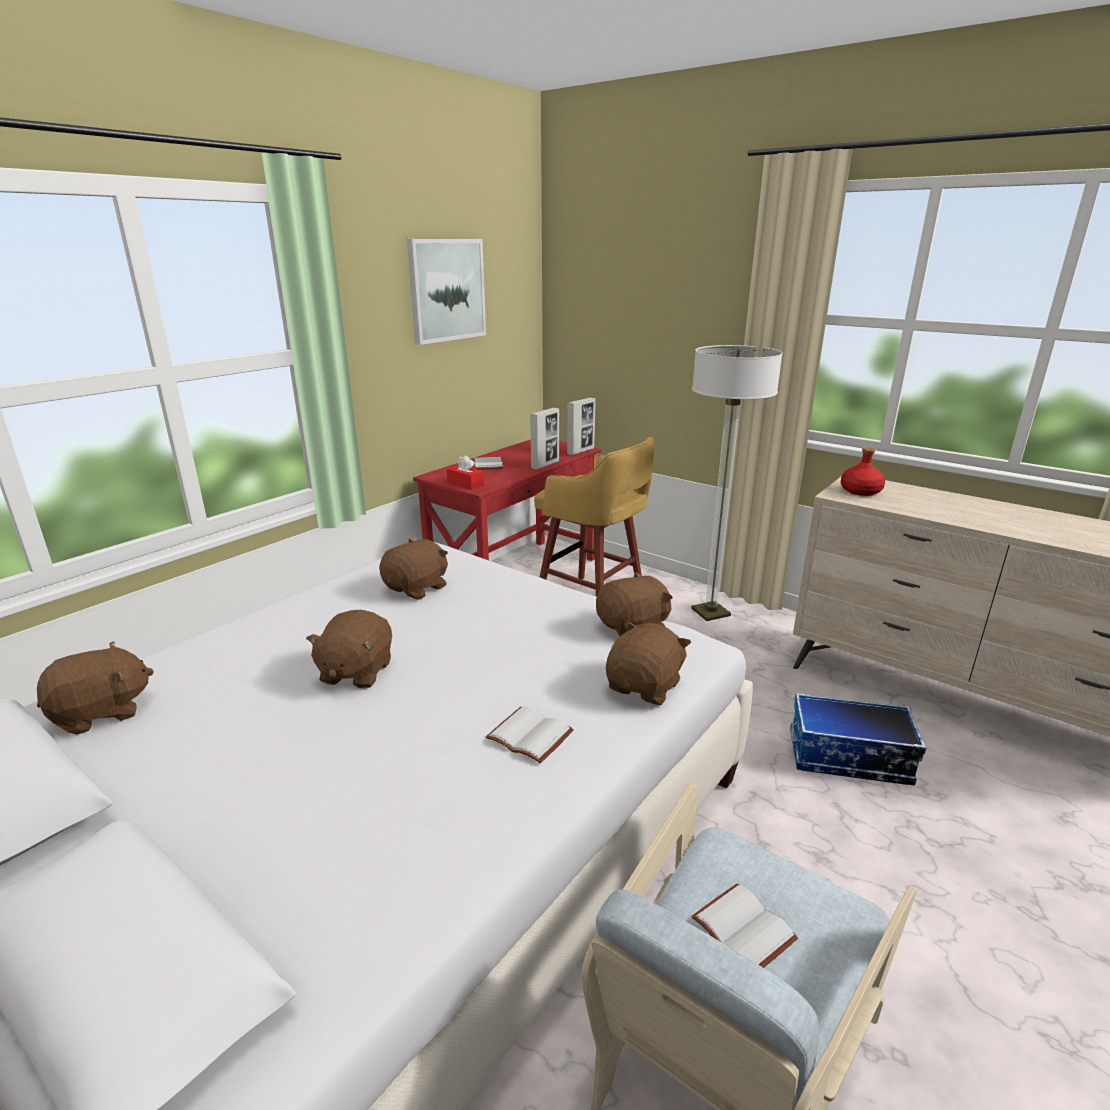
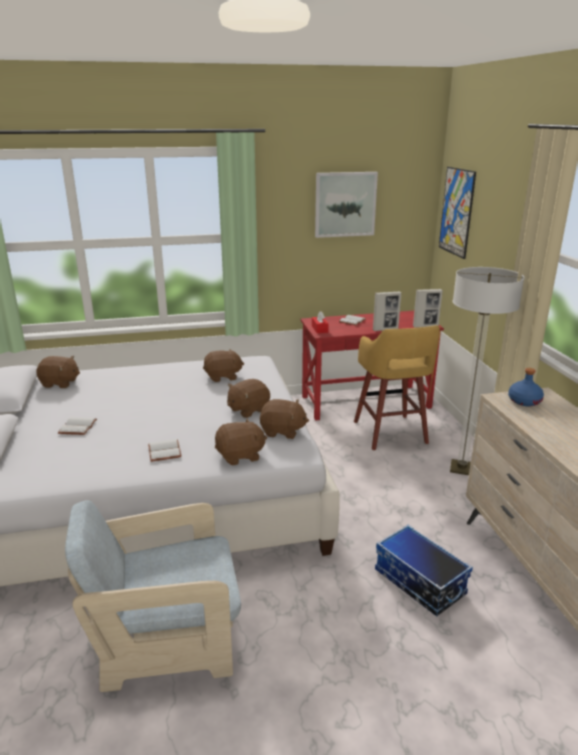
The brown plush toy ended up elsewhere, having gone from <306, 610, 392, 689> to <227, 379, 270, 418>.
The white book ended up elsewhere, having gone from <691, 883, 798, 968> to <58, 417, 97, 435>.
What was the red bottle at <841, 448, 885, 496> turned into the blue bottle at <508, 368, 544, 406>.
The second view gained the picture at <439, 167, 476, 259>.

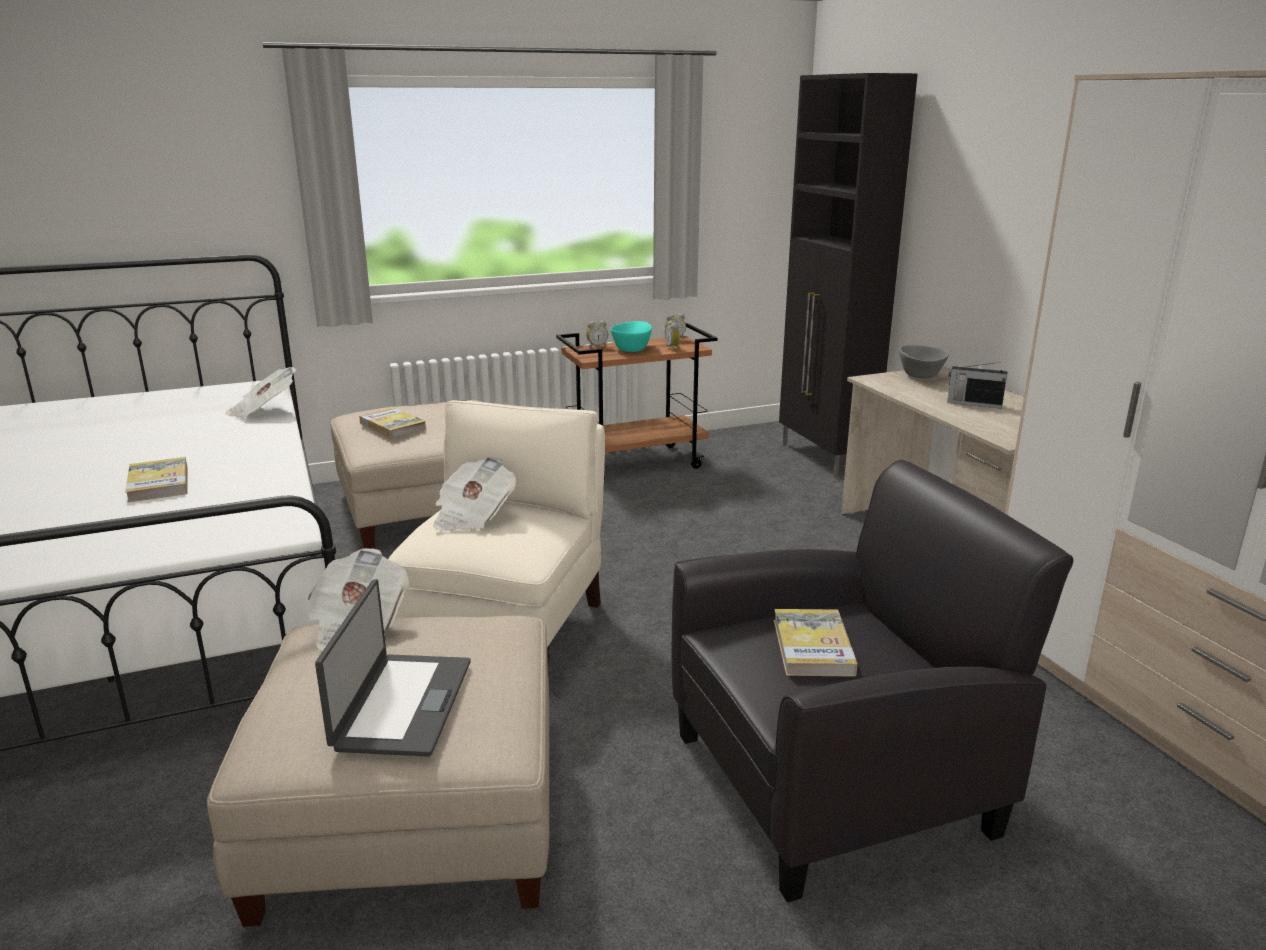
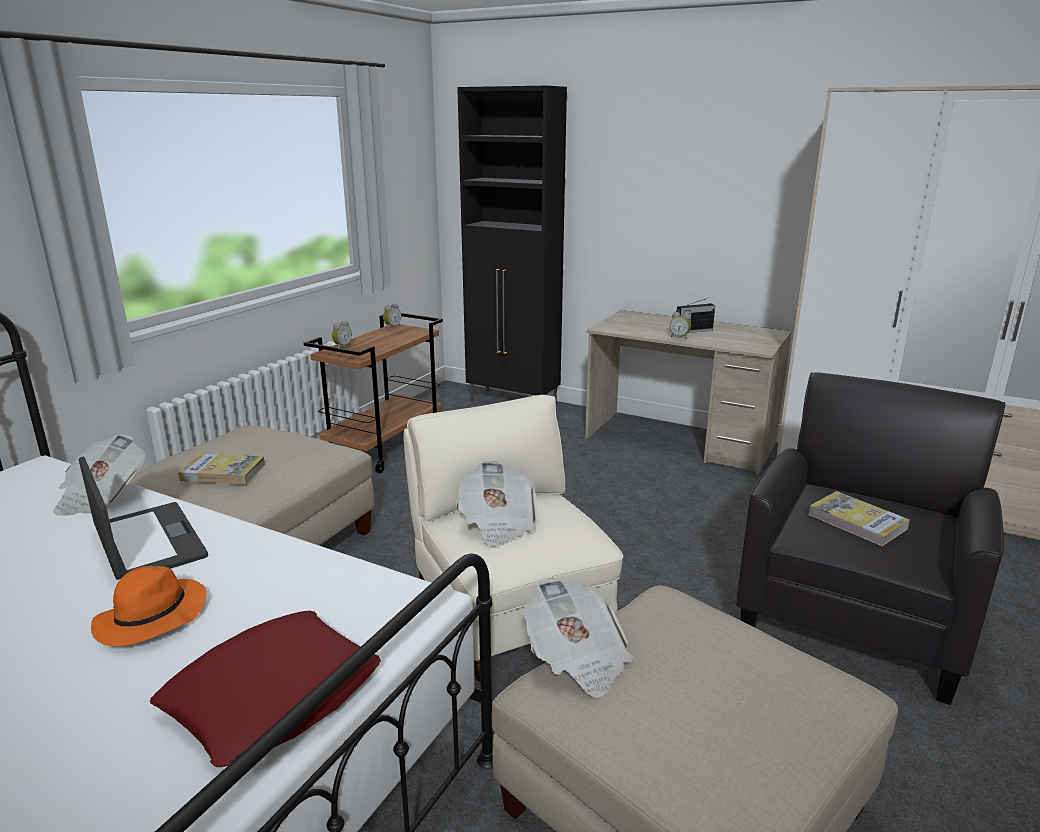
Where the book stood at <125, 457, 187, 503>, the orange hat came to stand at <91, 566, 206, 646>.
The laptop ended up elsewhere, having gone from <315, 579, 471, 757> to <79, 456, 208, 580>.
The second view lost the turquoise bowl at <611, 321, 652, 352>.
The alarm clock ended up elsewhere, having gone from <665, 321, 680, 351> to <670, 312, 691, 339>.
The second view lost the grey bowl at <899, 345, 949, 378>.
The second view gained the red pillow at <150, 610, 381, 767>.

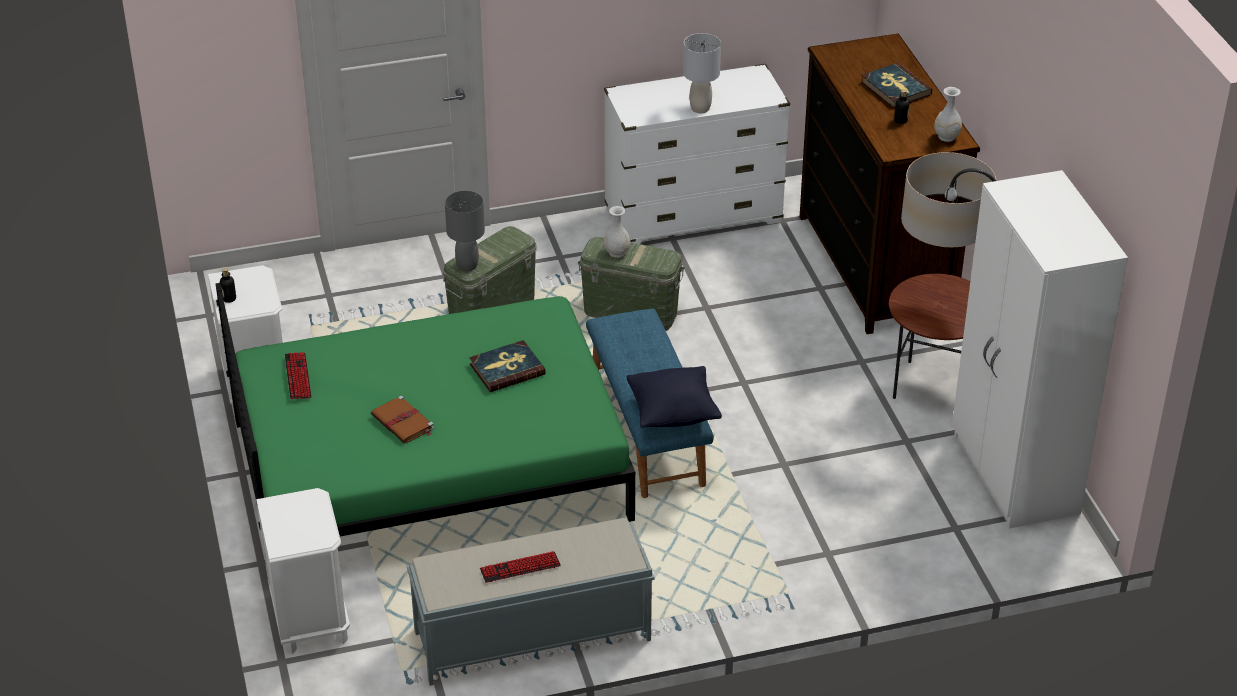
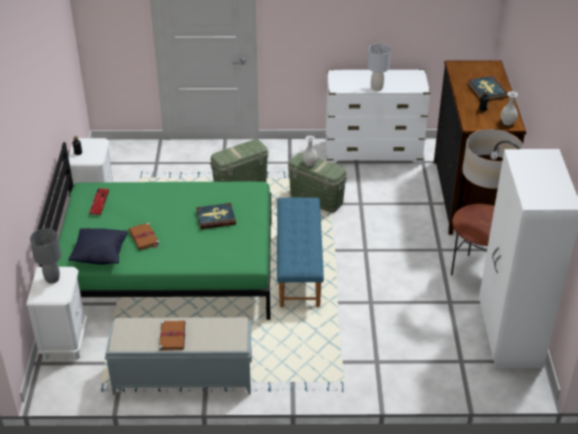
The grey table lamp ended up elsewhere, having gone from <445, 190, 485, 271> to <30, 229, 61, 284>.
Where the keyboard stood at <480, 551, 561, 583>, the brown book came to stand at <159, 321, 186, 351>.
The black pillow ended up elsewhere, having gone from <627, 366, 722, 428> to <68, 228, 128, 265>.

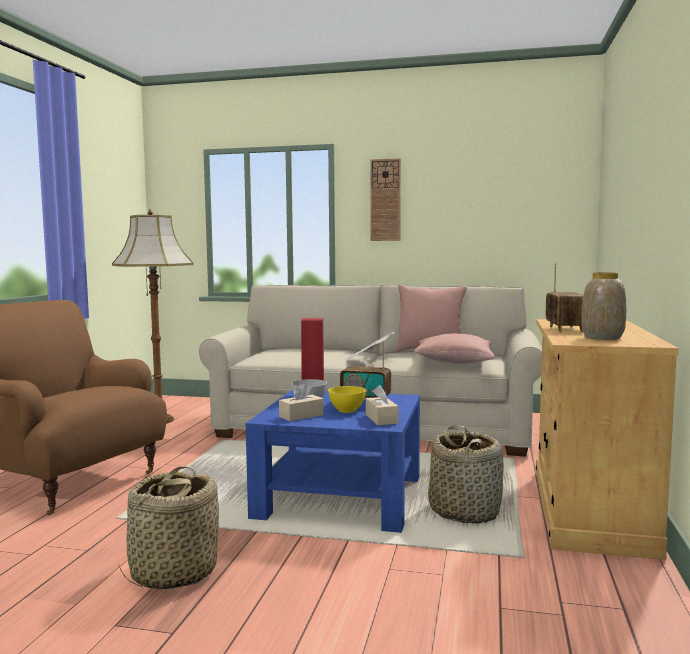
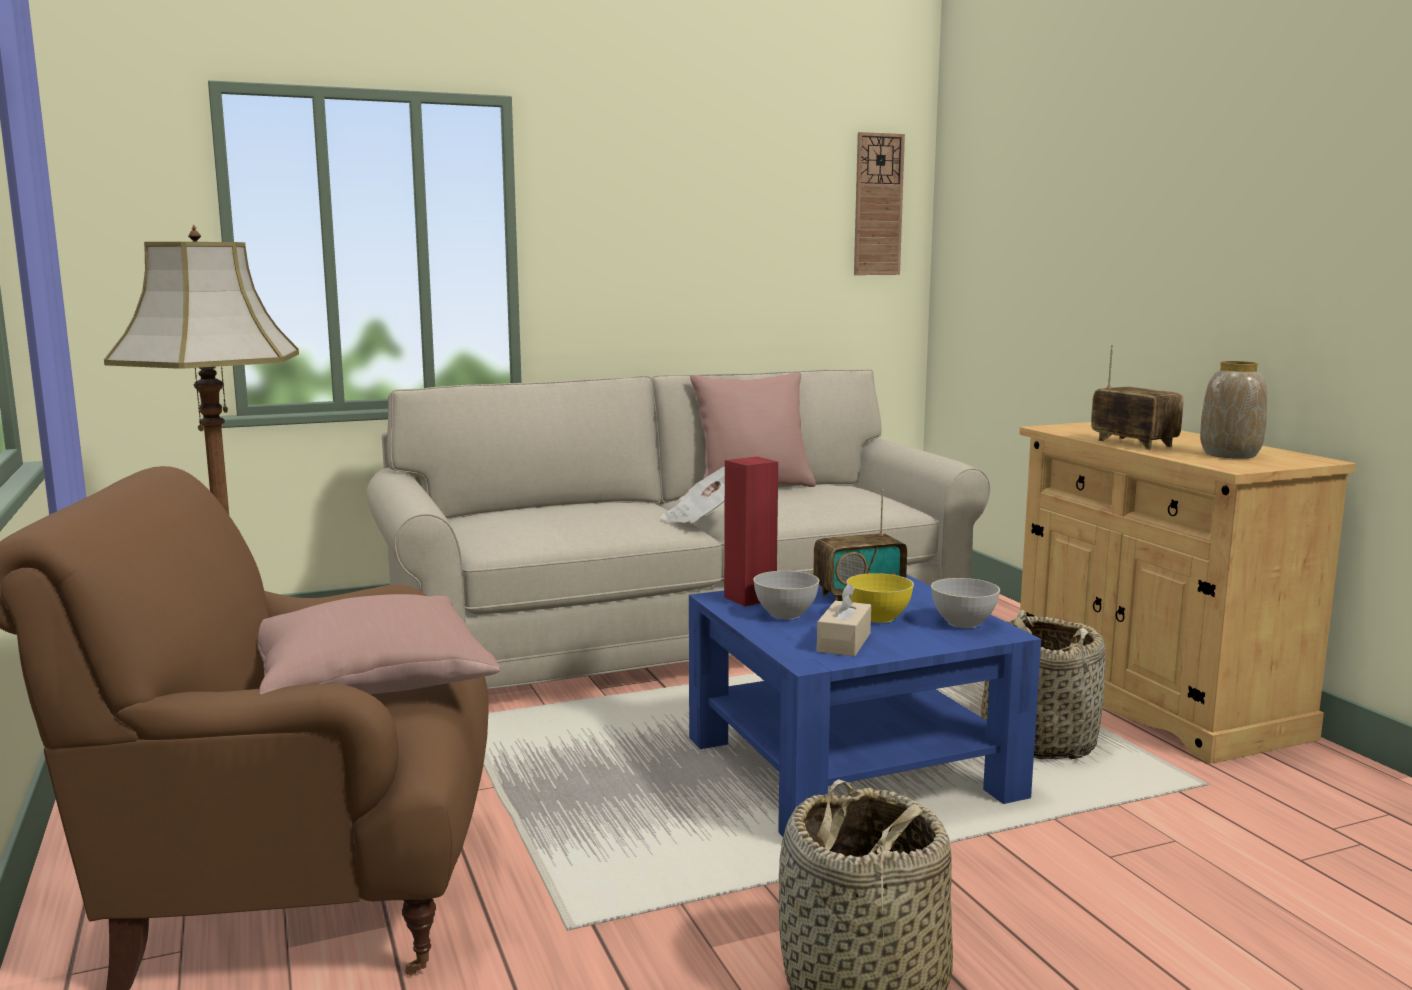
Where the beige tissue box stood at <366, 385, 399, 425>, the grey bowl came to stand at <931, 578, 1000, 628>.
The wall clock ended up elsewhere, having gone from <370, 158, 401, 241> to <854, 132, 905, 275>.
The pink pillow ended up elsewhere, having gone from <414, 333, 495, 363> to <258, 594, 501, 695>.

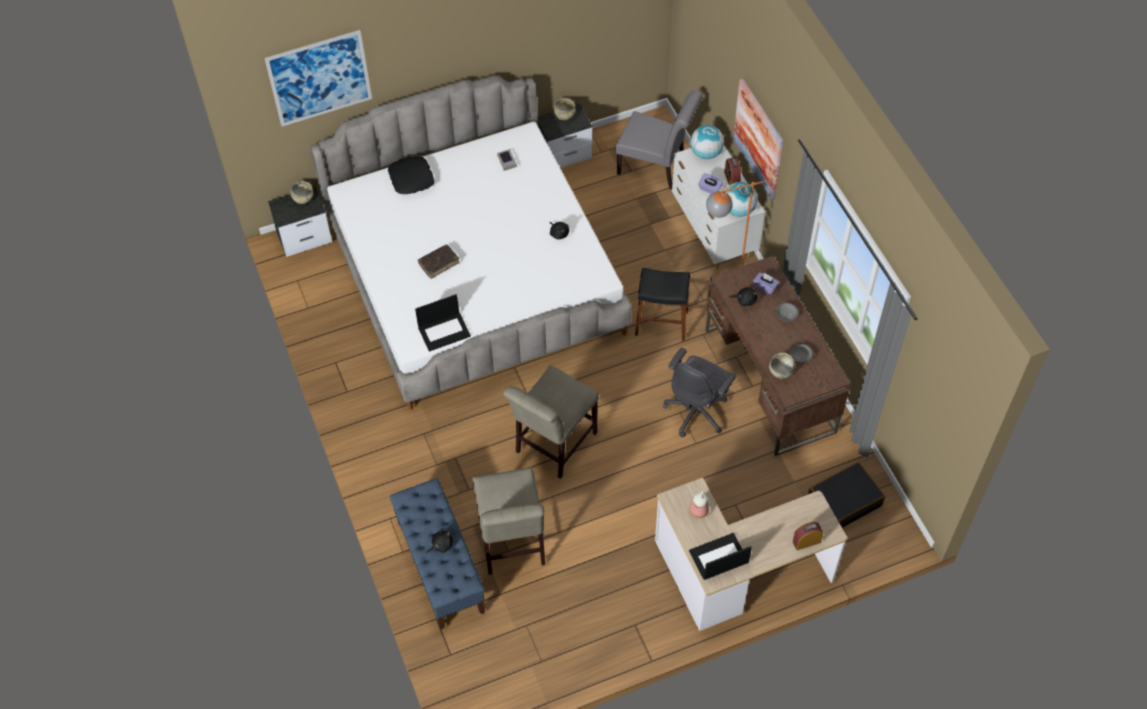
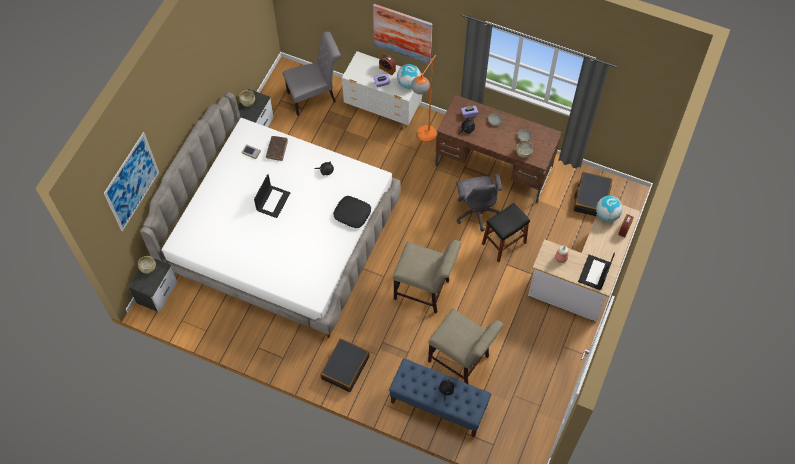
The black pillow ended up elsewhere, having gone from <388, 156, 435, 194> to <333, 196, 371, 228>.
The laptop ended up elsewhere, having gone from <415, 294, 471, 352> to <254, 174, 290, 218>.
The brown book ended up elsewhere, having gone from <418, 244, 459, 279> to <266, 136, 288, 161>.
The beige chair at <503, 365, 599, 479> ended up facing another way, 60 degrees counterclockwise from before.
The black stool ended up elsewhere, having gone from <635, 268, 690, 341> to <482, 203, 530, 262>.
The globe ended up elsewhere, having gone from <690, 125, 724, 159> to <596, 196, 623, 222>.
The second view gained the black suitcase at <320, 338, 369, 392>.

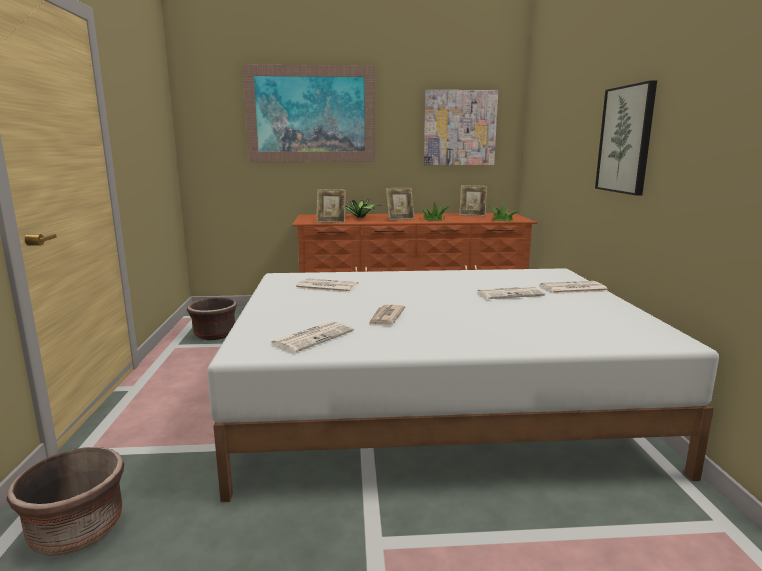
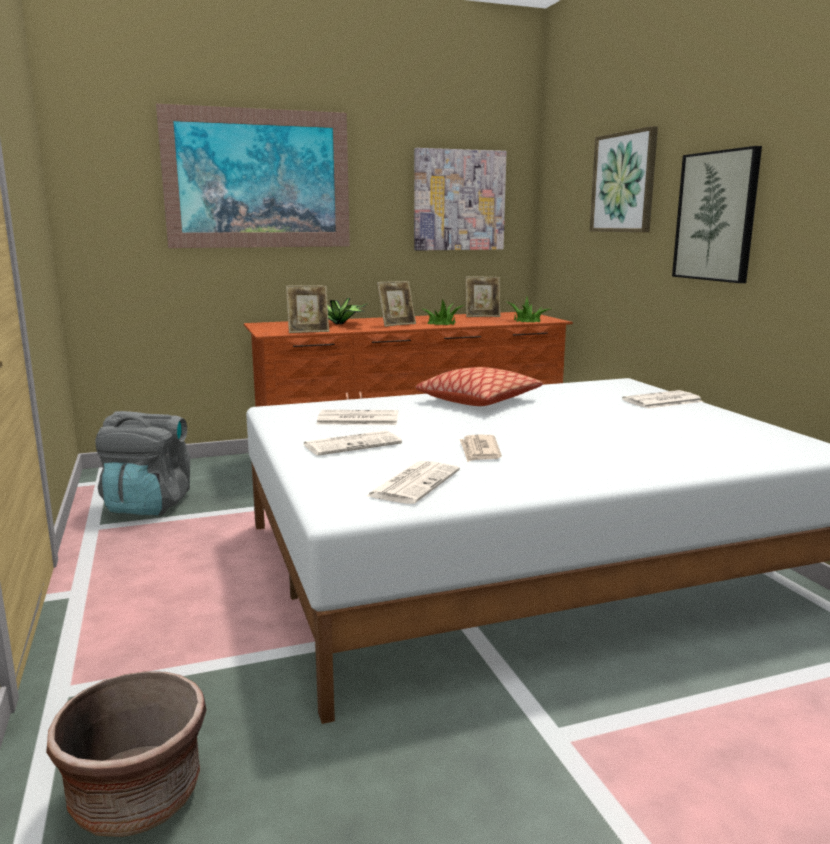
Where the brown planter stood at <187, 298, 237, 340>, the grey backpack came to stand at <95, 411, 190, 516>.
The newspaper ended up elsewhere, having gone from <477, 286, 545, 299> to <303, 431, 402, 456>.
The second view gained the pillow at <416, 367, 543, 406>.
The second view gained the picture at <590, 126, 658, 232>.

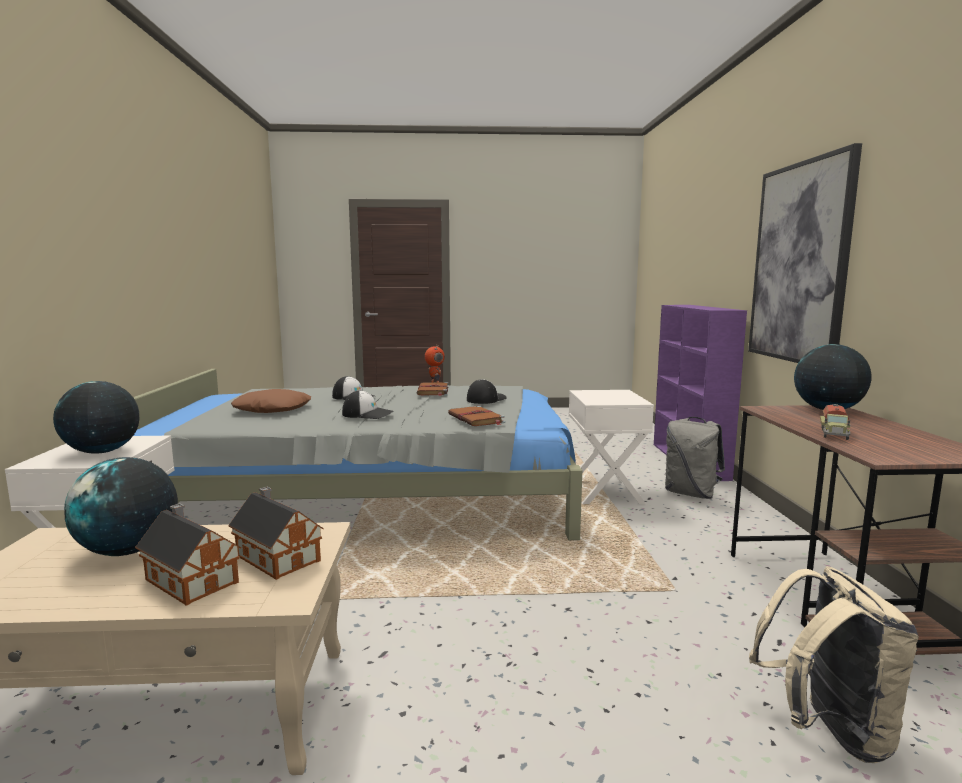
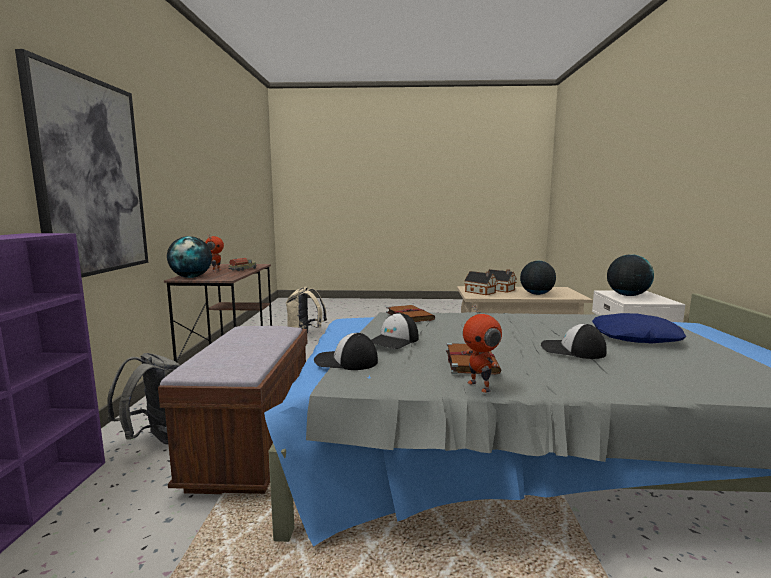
What was the brown pillow at <231, 389, 311, 413> turned into the blue pillow at <592, 313, 686, 344>.
The cap ended up elsewhere, having gone from <342, 390, 394, 419> to <314, 333, 378, 370>.
Where the white nightstand stood at <569, 390, 654, 504>, the brown bench came to stand at <158, 326, 308, 494>.
The second view gained the toy robot at <205, 235, 224, 272>.

